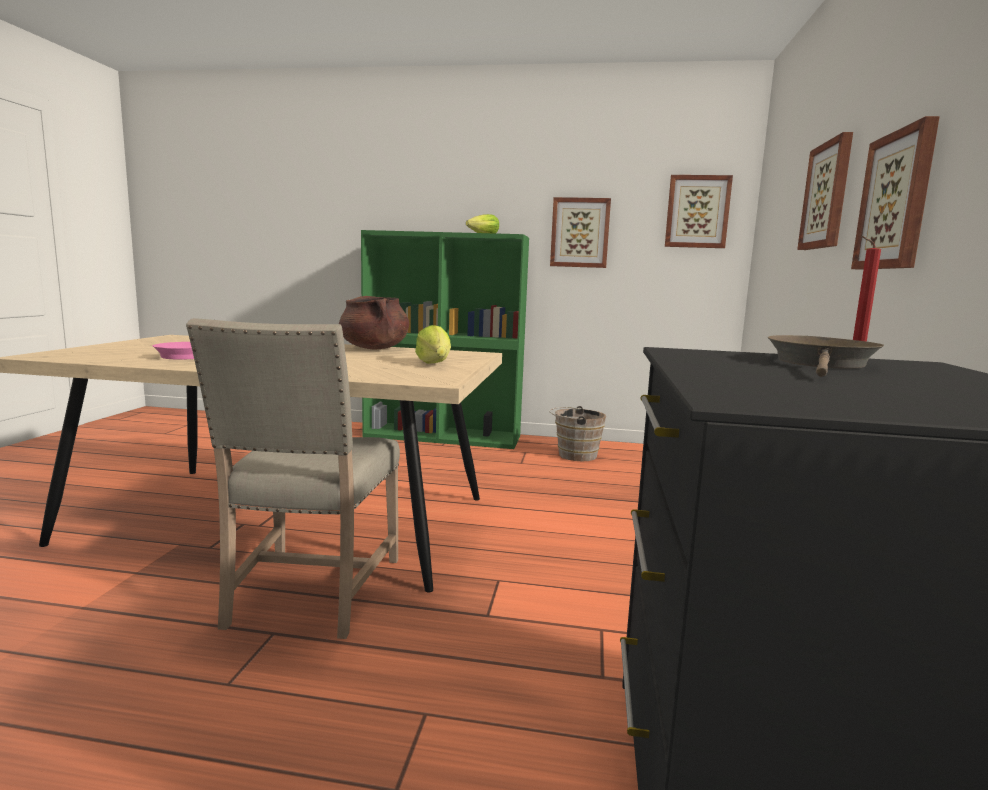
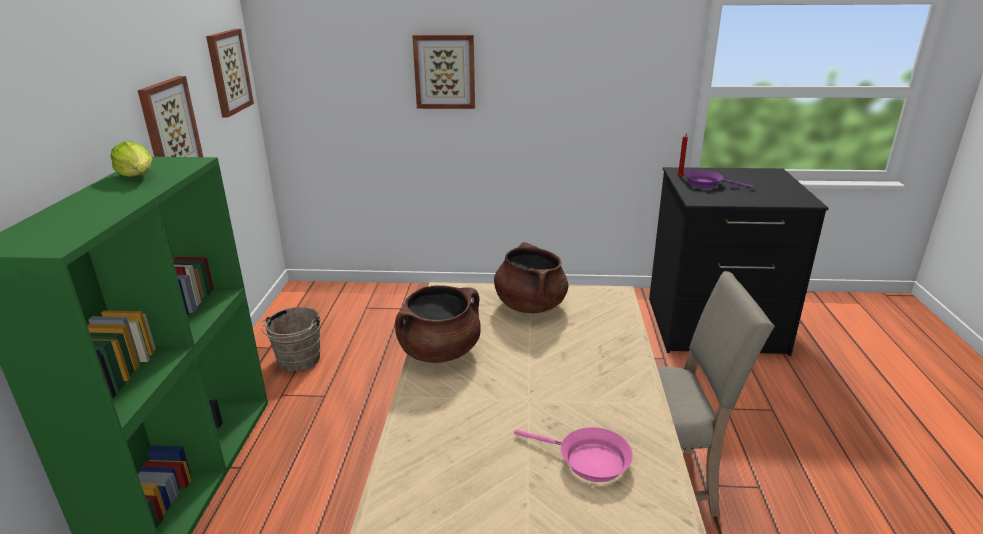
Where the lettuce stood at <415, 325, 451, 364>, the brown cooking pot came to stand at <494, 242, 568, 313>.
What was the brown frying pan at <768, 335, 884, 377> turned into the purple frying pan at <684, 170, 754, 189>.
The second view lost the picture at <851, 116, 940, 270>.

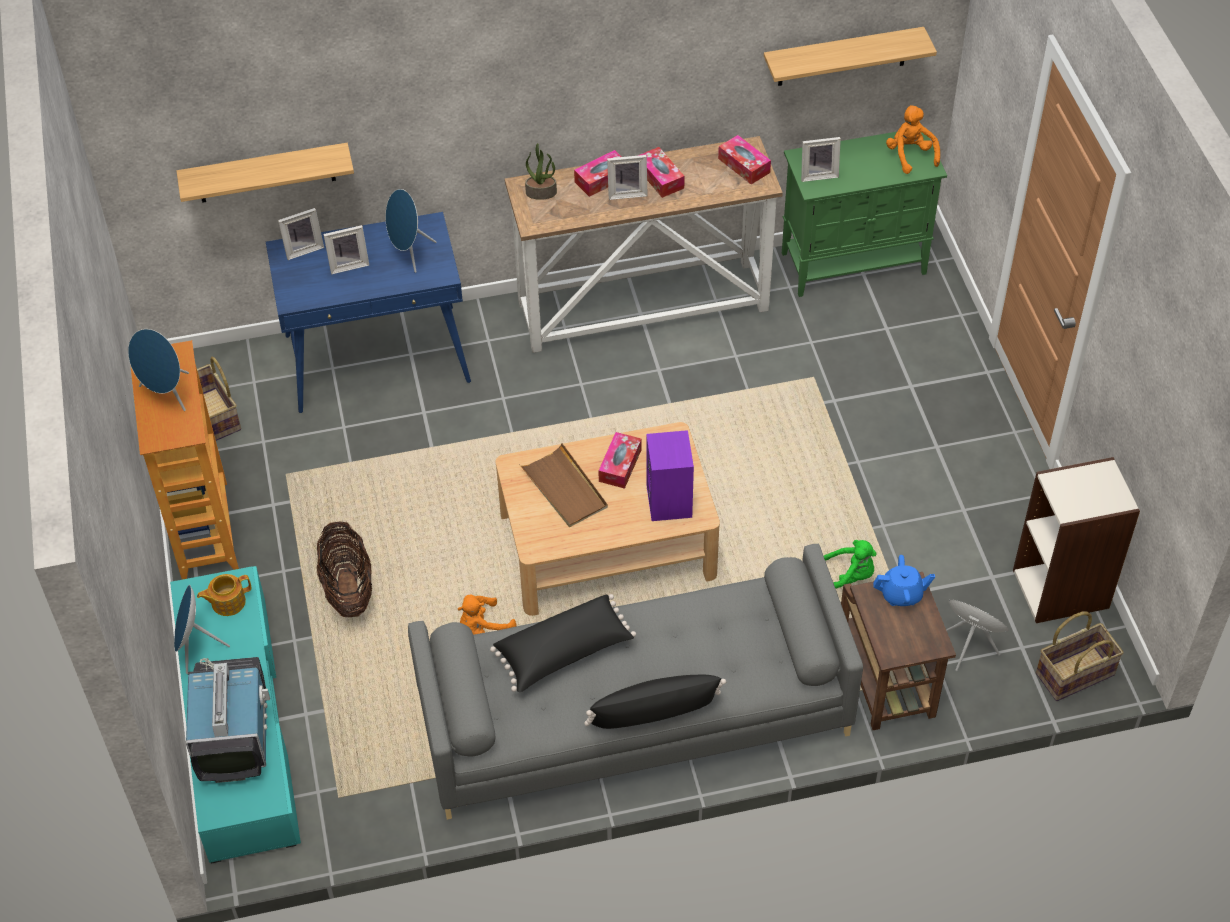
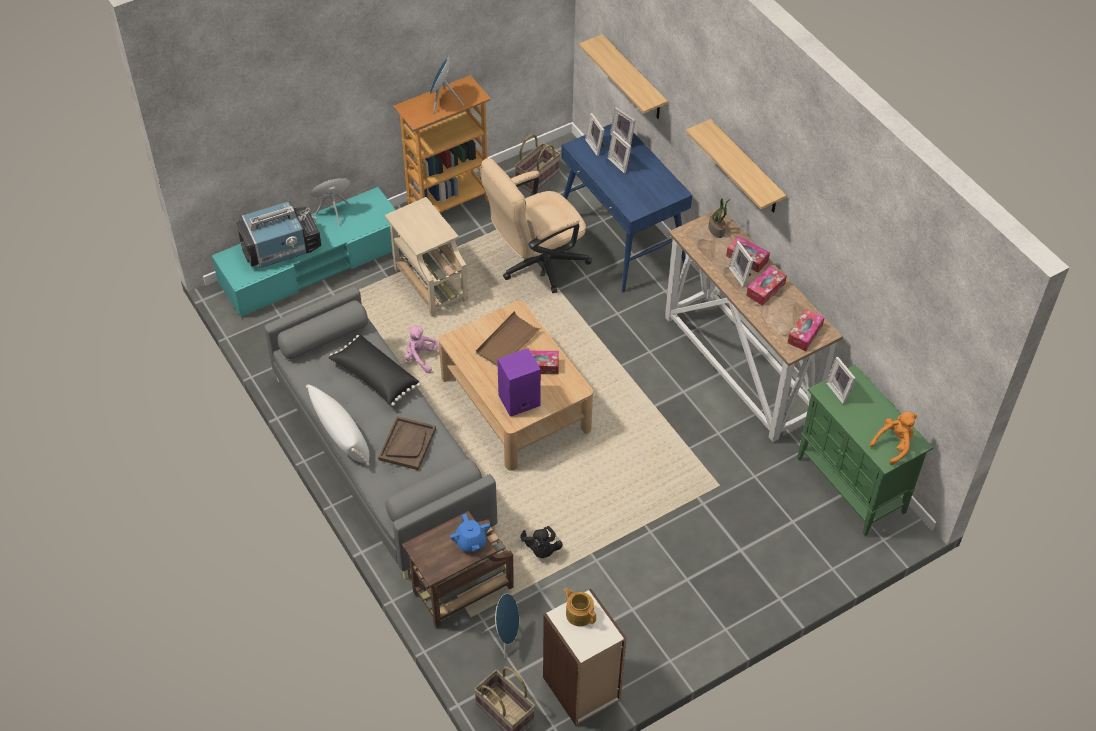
The teapot ended up elsewhere, having gone from <197, 574, 251, 616> to <563, 588, 596, 626>.
Where the basket stood at <317, 522, 372, 617>, the beige side table came to stand at <385, 197, 468, 317>.
The second view lost the blue speaker at <386, 189, 437, 273>.
What was the orange plush toy at <458, 594, 517, 635> turned into the pink plush toy at <404, 326, 440, 373>.
What was the black pillow at <584, 675, 726, 729> turned into the white pillow at <306, 384, 369, 466>.
The shelf ended up elsewhere, having gone from <764, 27, 937, 86> to <686, 119, 787, 213>.
What was the green plush toy at <824, 540, 877, 589> turned into the black plush toy at <520, 526, 563, 558>.
The second view gained the brown tray at <378, 416, 436, 470>.
The second view gained the beige office chair at <480, 158, 592, 293>.
The second view gained the picture frame at <585, 113, 605, 156>.

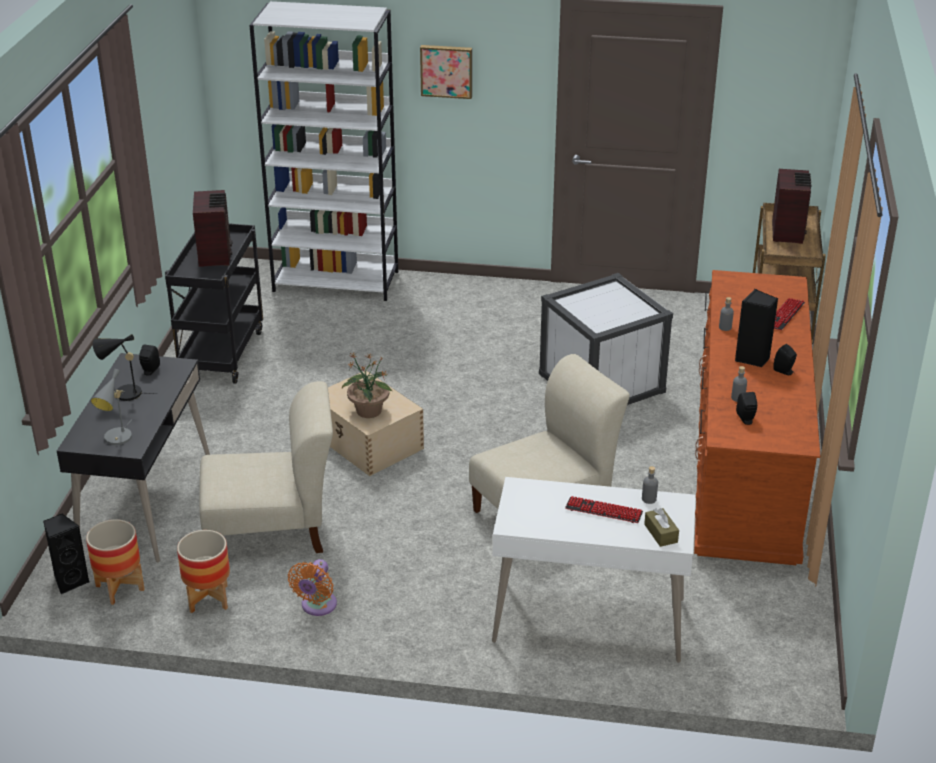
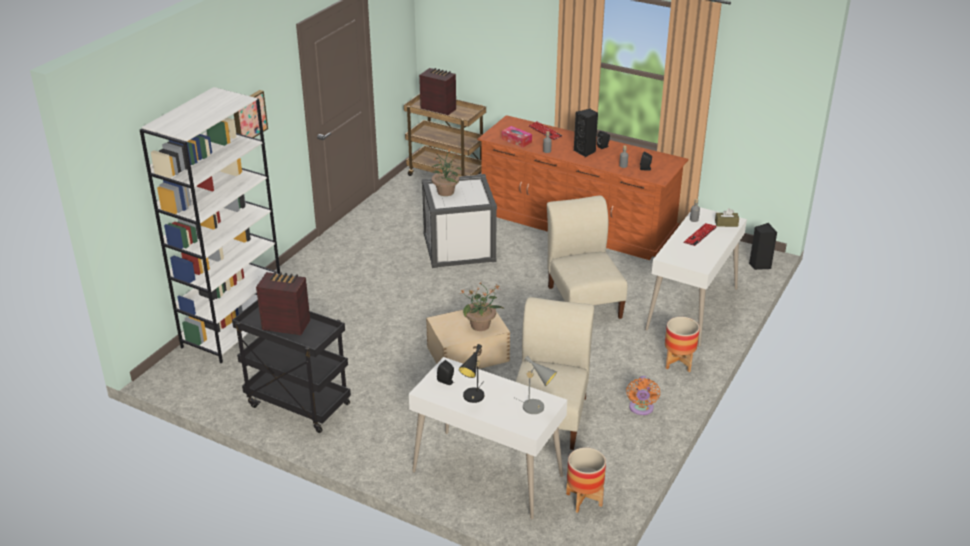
The black speaker ended up elsewhere, having gone from <43, 513, 90, 594> to <749, 223, 777, 270>.
What was the black desk at <57, 353, 210, 563> turned into the white desk at <409, 357, 567, 520>.
The planter ended up elsewhere, having gone from <177, 530, 230, 613> to <665, 317, 700, 372>.
The orange fan at <288, 559, 337, 616> ended up facing another way, 60 degrees clockwise from before.
The second view gained the potted plant at <432, 149, 463, 196>.
The second view gained the tissue box at <502, 126, 532, 148>.

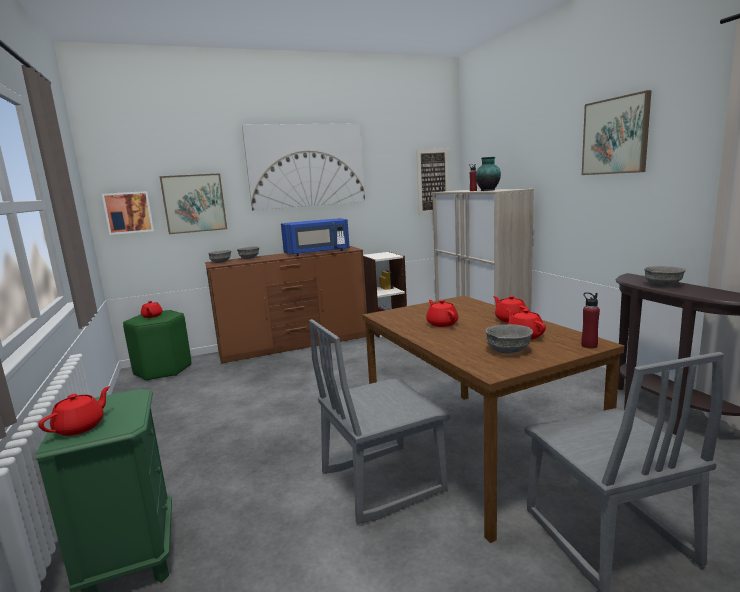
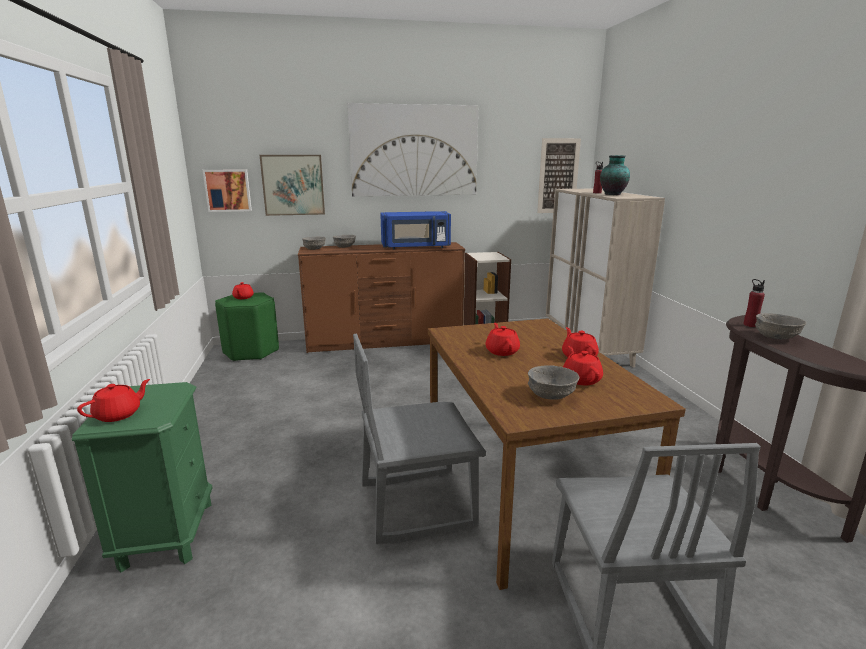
The red bottle ended up elsewhere, having gone from <581, 292, 600, 348> to <743, 279, 765, 327>.
The second view lost the picture at <582, 90, 652, 175>.

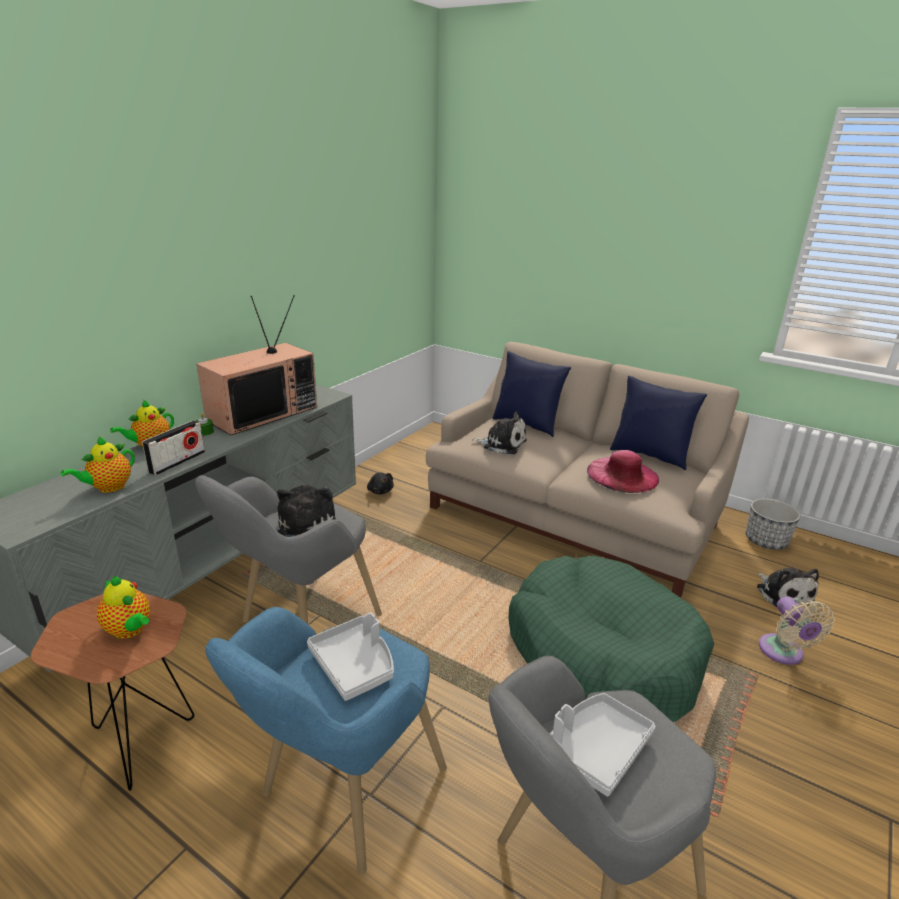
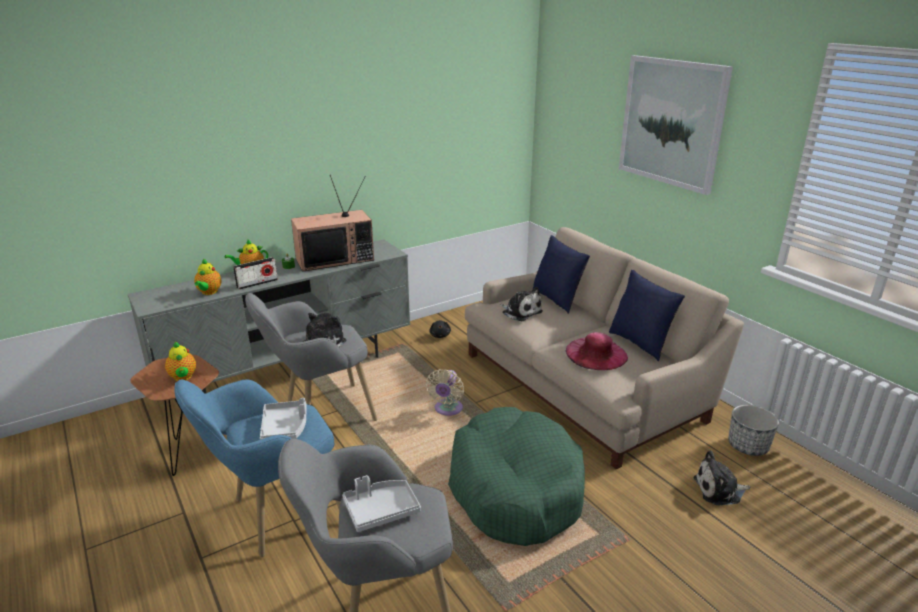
The teapot at <61, 436, 135, 493> ended up facing another way, 60 degrees counterclockwise from before.
The plush toy at <757, 568, 819, 607> ended up facing another way, 75 degrees clockwise from before.
The beige fan ended up elsewhere, having gone from <759, 596, 835, 665> to <426, 369, 464, 416>.
The second view gained the picture at <619, 55, 733, 195>.

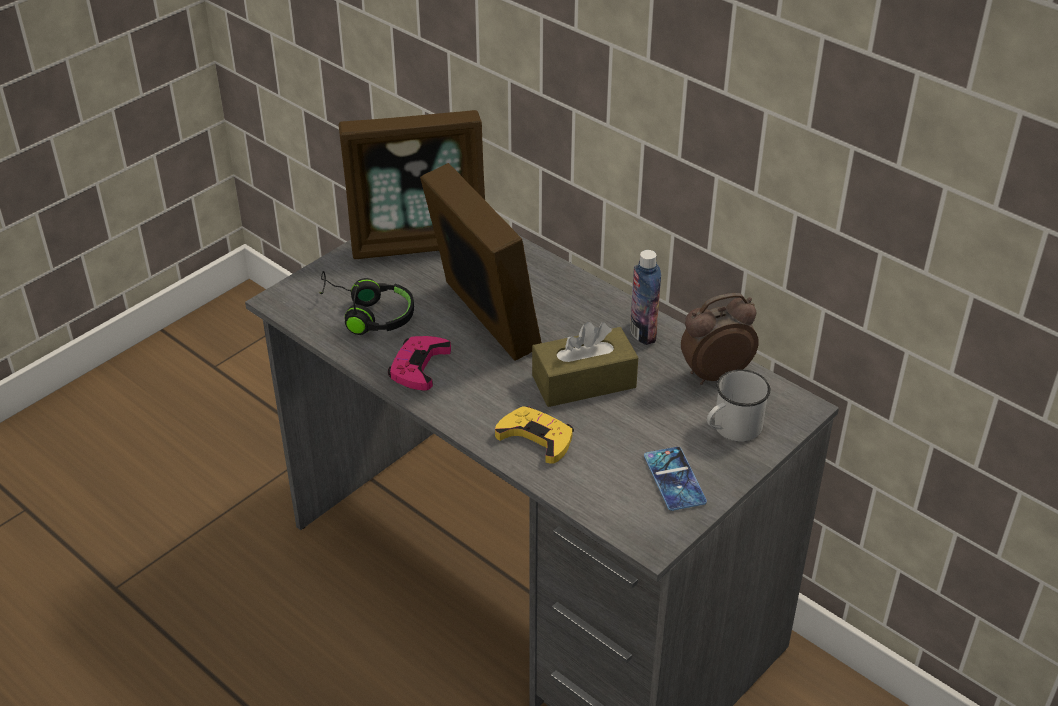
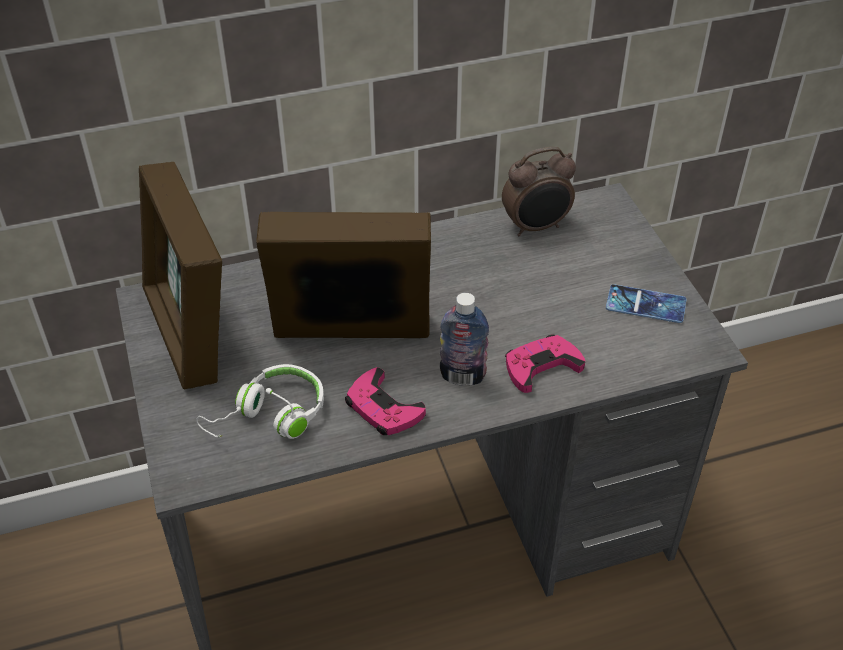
What was the black headphones at <319, 271, 414, 335> turned into the white headphones at <196, 364, 324, 439>.
The picture frame at <339, 110, 485, 259> ended up facing another way, 135 degrees clockwise from before.
What was the yellow game controller at <495, 406, 574, 464> turned into the pink game controller at <505, 334, 585, 393>.
The second view lost the brown tissue box at <532, 322, 638, 407>.
The bottle ended up elsewhere, having gone from <630, 250, 661, 345> to <440, 293, 489, 386>.
The alarm clock at <681, 293, 759, 385> ended up facing another way, 120 degrees counterclockwise from before.
The second view lost the white mug at <707, 369, 771, 442>.

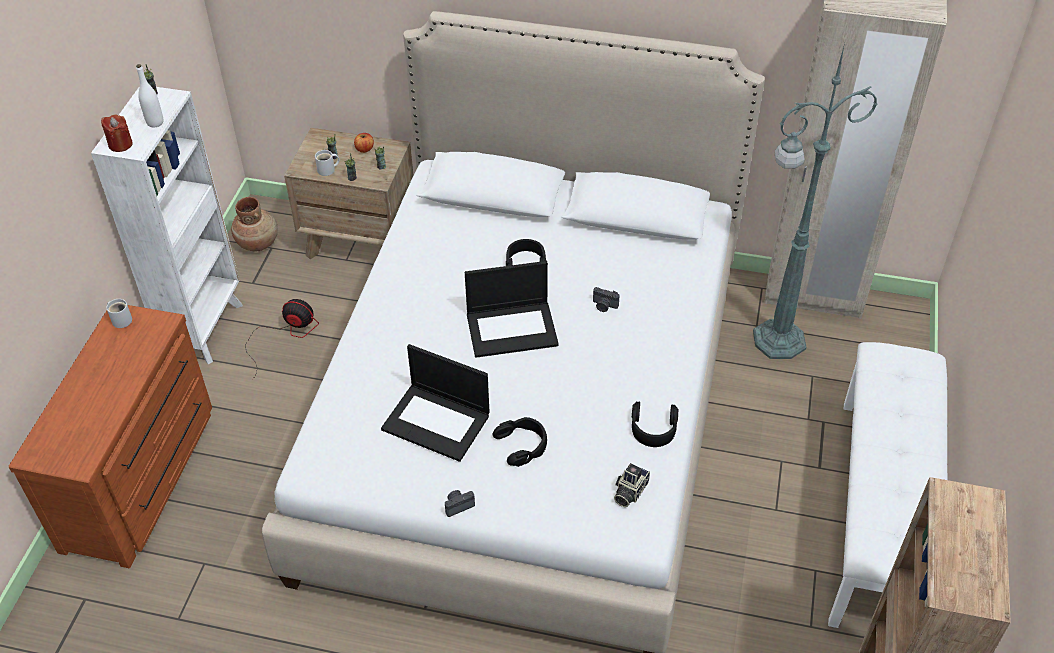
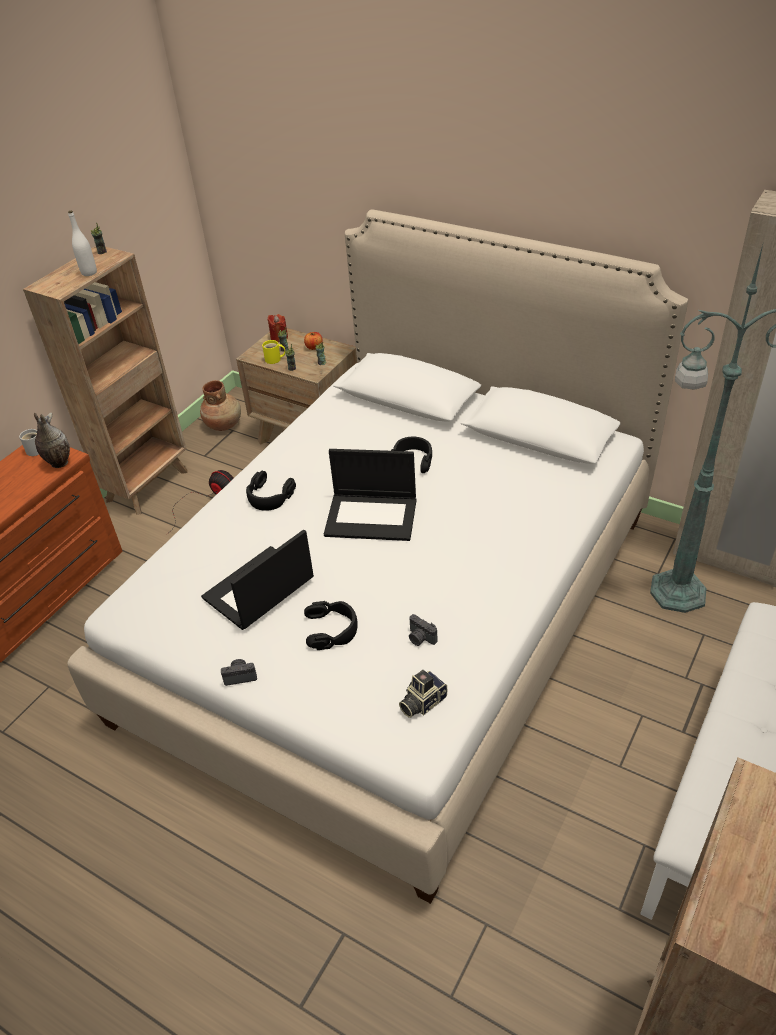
What was the white bookcase at <91, 86, 243, 364> turned into the brown bookcase at <23, 246, 188, 515>.
The red candle ended up elsewhere, having gone from <101, 114, 133, 152> to <267, 314, 288, 342>.
What was the white mug at <315, 150, 339, 176> turned into the yellow mug at <262, 340, 286, 364>.
The laptop at <381, 344, 489, 462> ended up facing another way, 90 degrees clockwise from before.
The photo camera ended up elsewhere, having gone from <593, 287, 620, 312> to <409, 614, 438, 646>.
The black headphones ended up elsewhere, having gone from <632, 402, 678, 447> to <246, 471, 296, 511>.
The second view gained the vase at <34, 412, 70, 468>.

